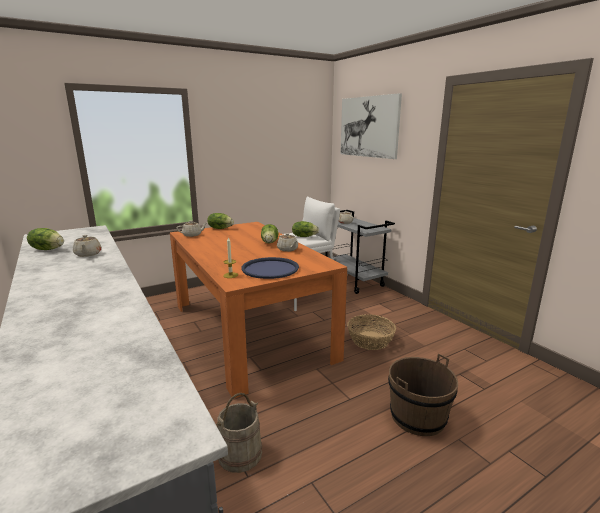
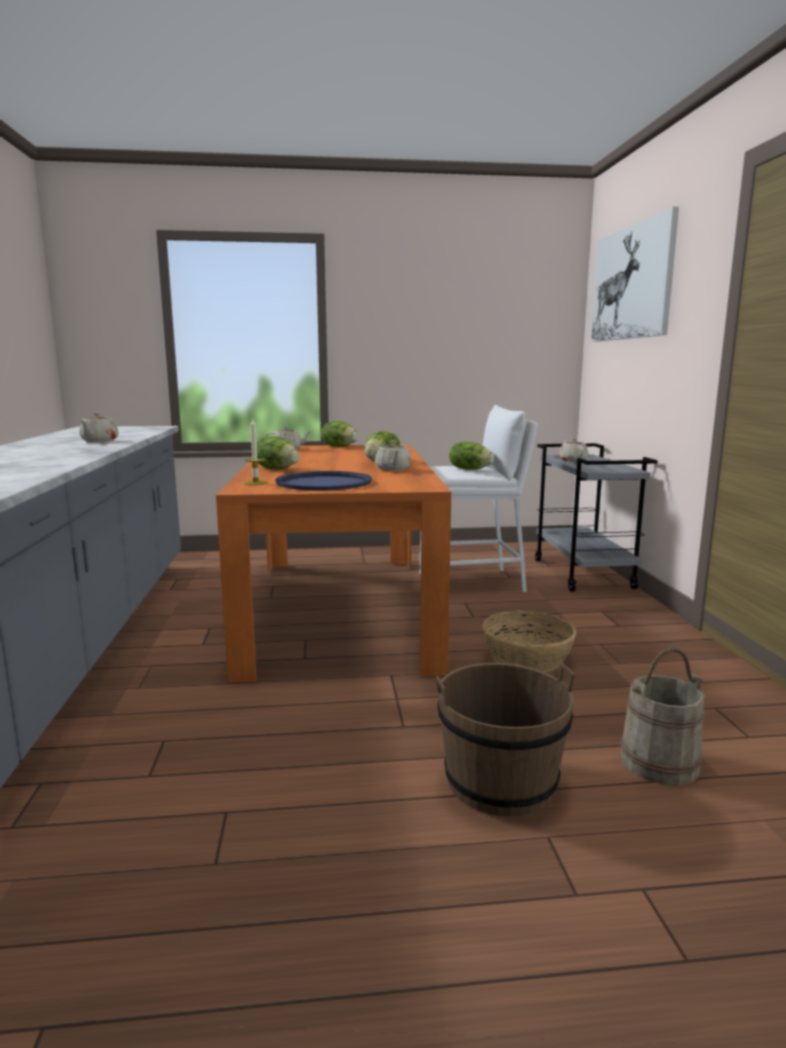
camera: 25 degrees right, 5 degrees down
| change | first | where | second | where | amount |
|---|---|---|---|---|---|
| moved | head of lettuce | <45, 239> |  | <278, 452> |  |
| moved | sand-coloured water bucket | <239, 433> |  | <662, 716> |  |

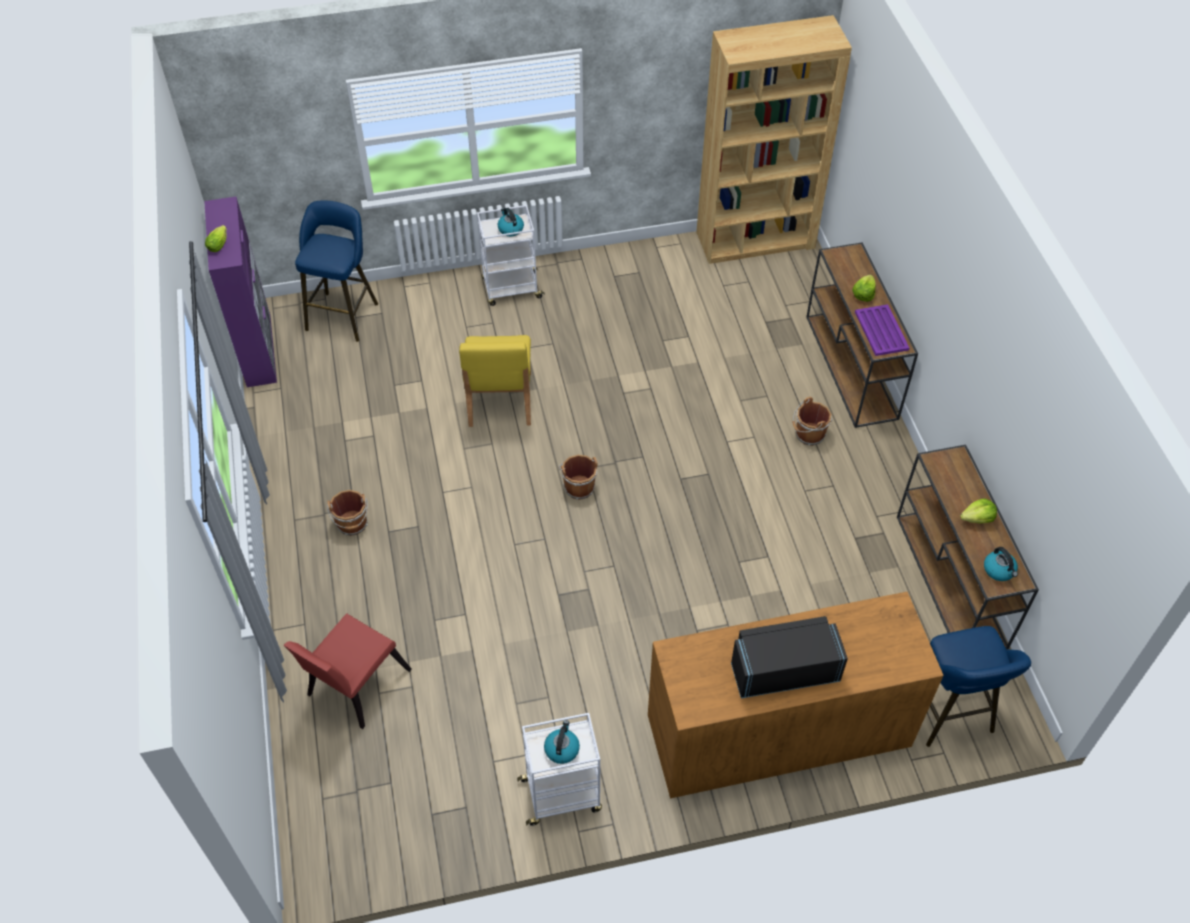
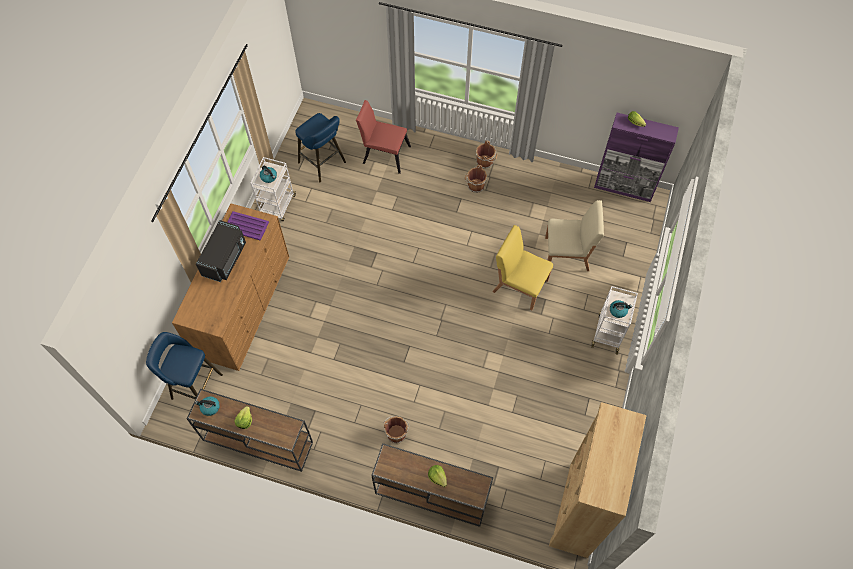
camera: 120 degrees right, 10 degrees up
| change | first | where | second | where | amount |
|---|---|---|---|---|---|
| added |  |  | sand-coloured chair | <574, 235> |  |
| moved | bluish stool seat | <336, 271> |  | <320, 147> |  |
| moved | brown water bucket | <578, 477> |  | <487, 155> |  |
| moved | purple-coloured serving tray | <882, 330> |  | <248, 226> |  |
| turned | reddish chair | <348, 671> |  | <383, 137> | 45 degrees counterclockwise |

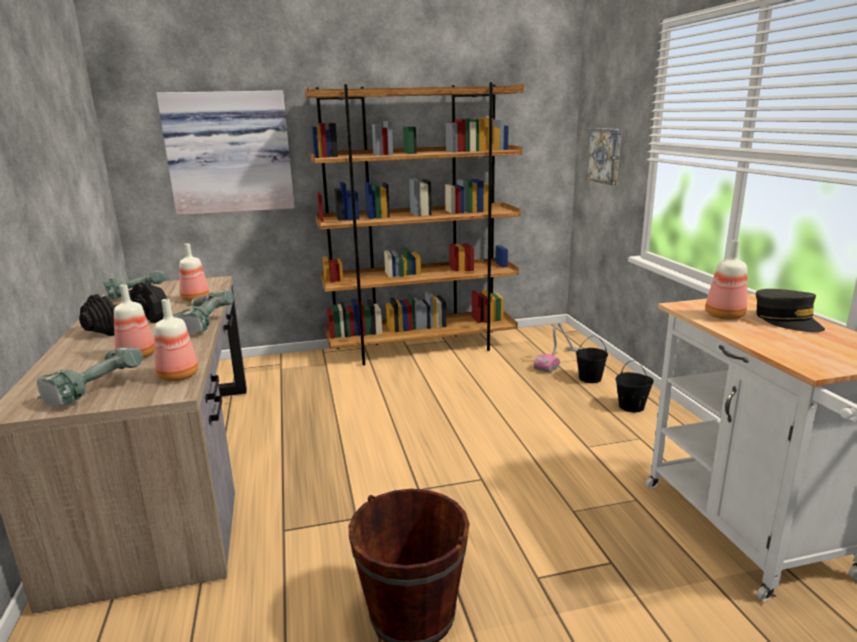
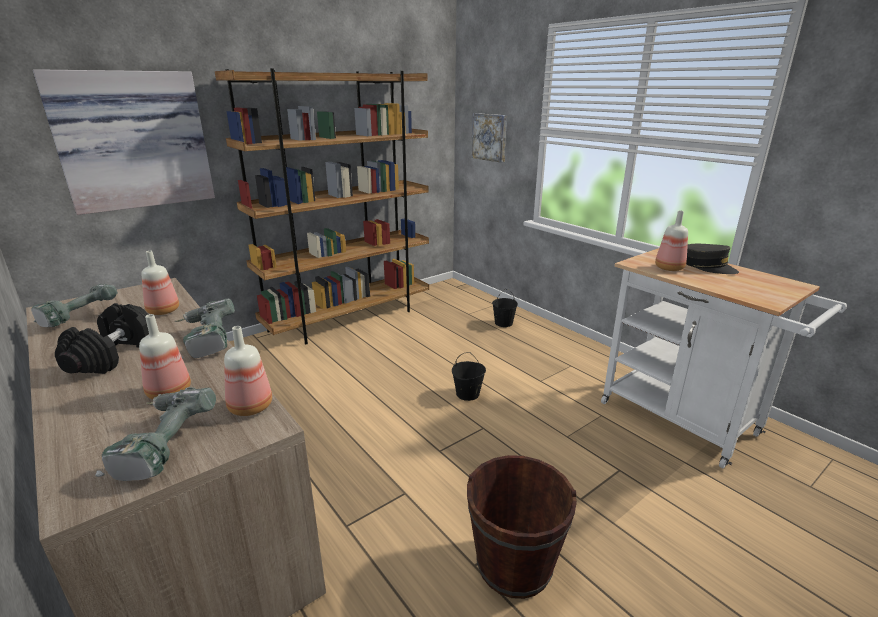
camera: 25 degrees left, 5 degrees up
| change | first | where | second | where | amount |
|---|---|---|---|---|---|
| removed | vacuum | <556, 347> |  |  |  |
| moved | blackish water bucket | <634, 386> |  | <469, 376> |  |

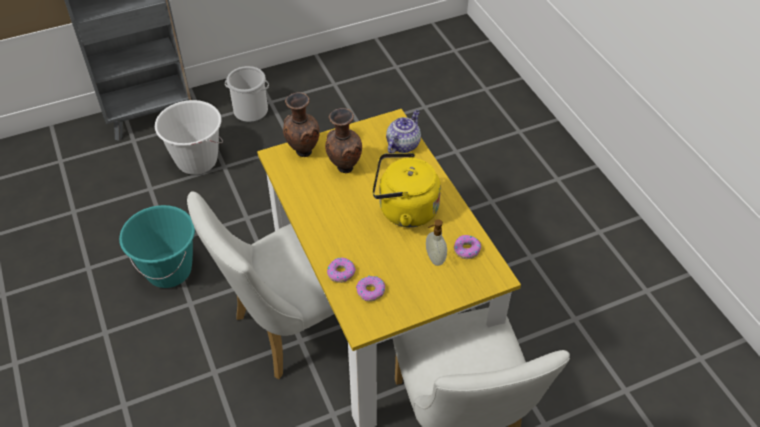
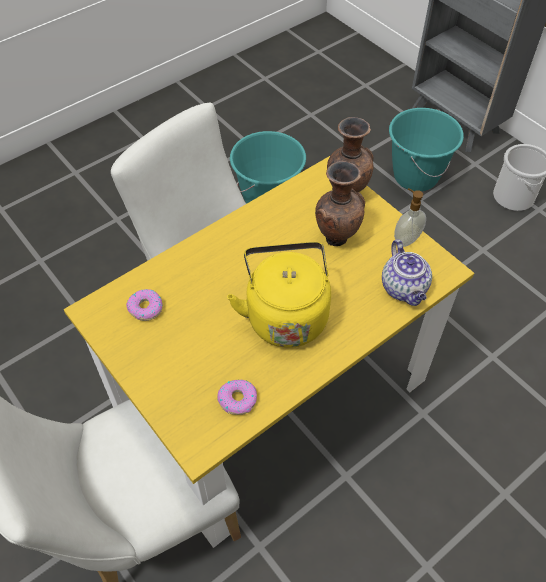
camera: 75 degrees right, 5 degrees up
| change | first | where | second | where | amount |
|---|---|---|---|---|---|
| removed | donut | <341, 270> |  |  |  |
| moved | soap dispenser | <436, 242> |  | <410, 217> |  |
| recoloured | whitish water bucket | <189, 137> | turquoise water bucket | <426, 149> |  |
| turned | tea pot | <403, 131> |  | <407, 272> | 60 degrees clockwise |

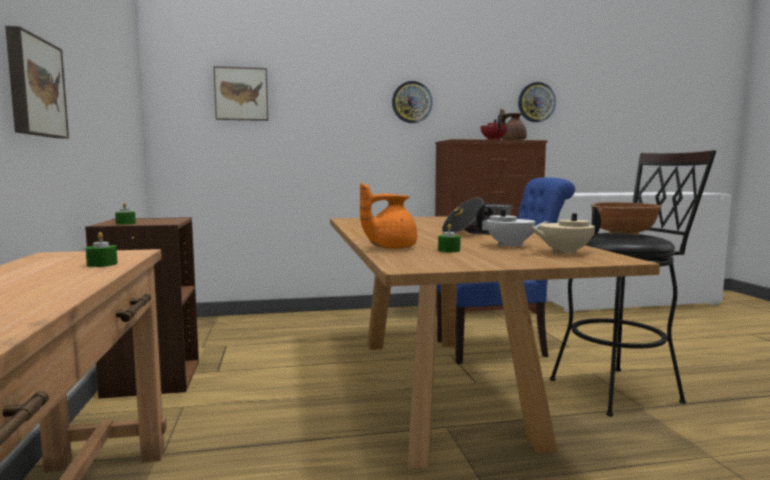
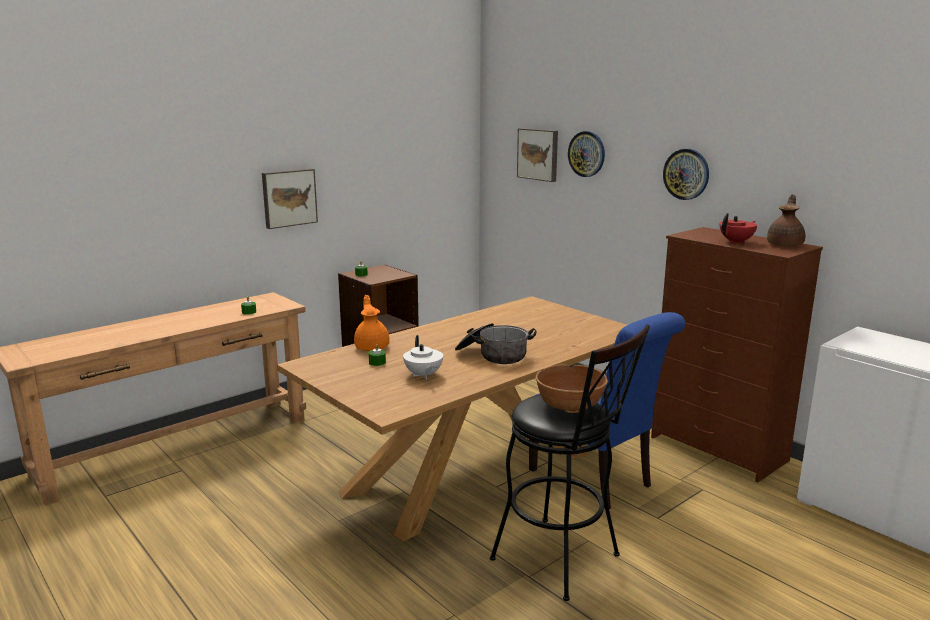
camera: 60 degrees right, 10 degrees up
| change | first | where | second | where | amount |
|---|---|---|---|---|---|
| removed | sand-coloured tea pot | <564, 230> |  |  |  |
| moved | wall clock | <537, 102> |  | <586, 154> |  |
| turned | orange-coloured tea pot | <388, 216> |  | <372, 323> | 45 degrees clockwise |

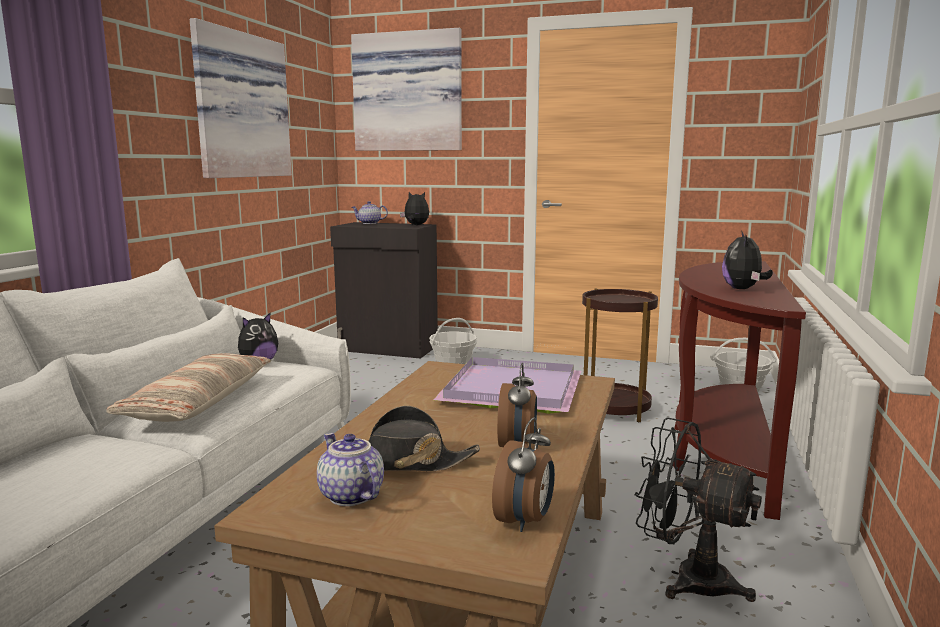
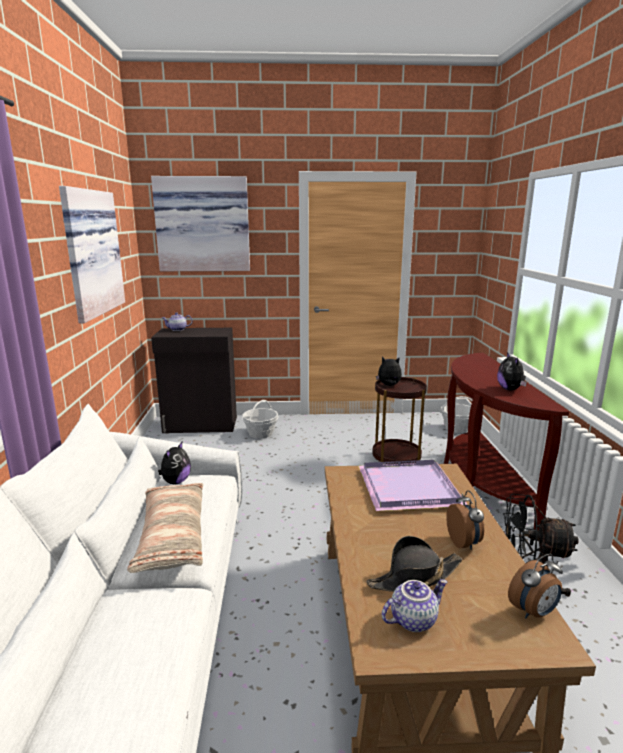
camera: 20 degrees left, 5 degrees up
| change | first | where | second | where | amount |
|---|---|---|---|---|---|
| moved | cuddly toy | <414, 208> |  | <389, 371> |  |
| turned | tea pot | <350, 469> |  | <415, 605> | 120 degrees clockwise |
| turned | bedside clock | <523, 474> |  | <535, 586> | 60 degrees clockwise |

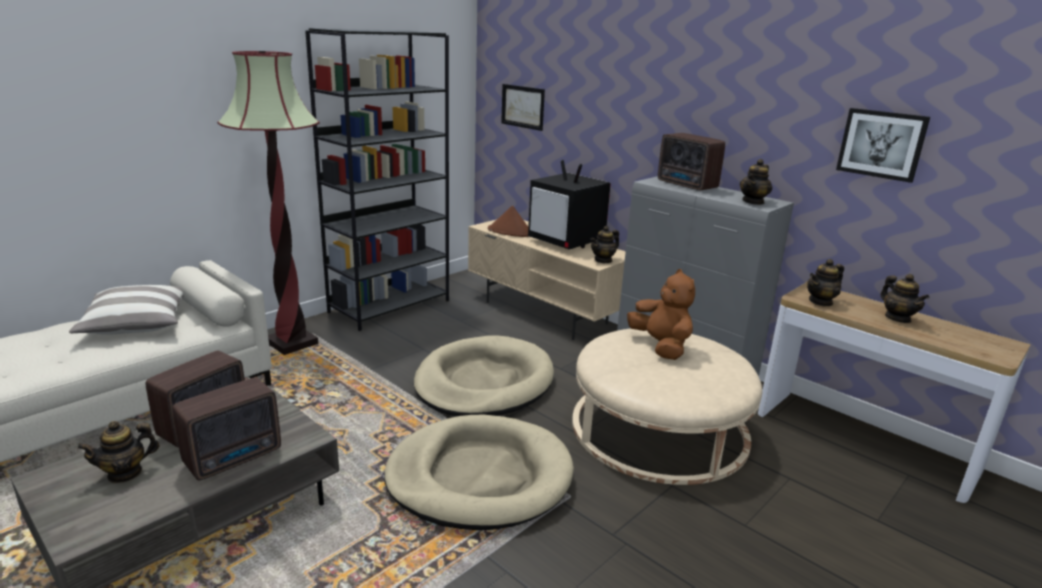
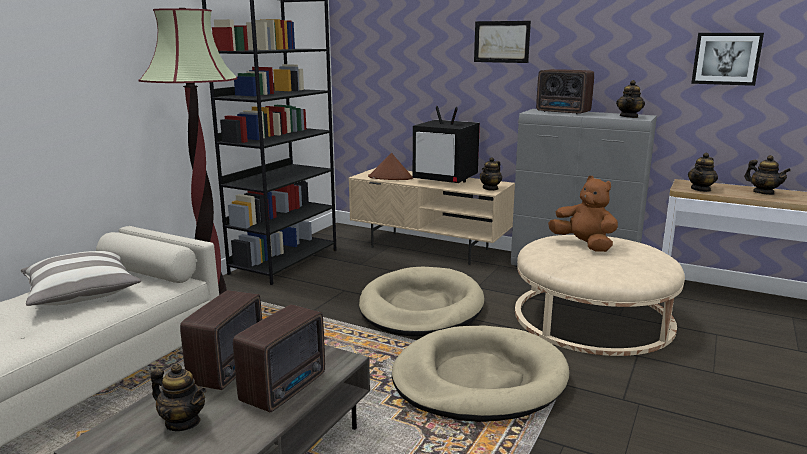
camera: 15 degrees left, 5 degrees down
| change | first | where | second | where | amount |
|---|---|---|---|---|---|
| moved | picture | <523, 107> |  | <502, 42> |  |
| turned | tea pot | <118, 452> |  | <178, 397> | 105 degrees counterclockwise |

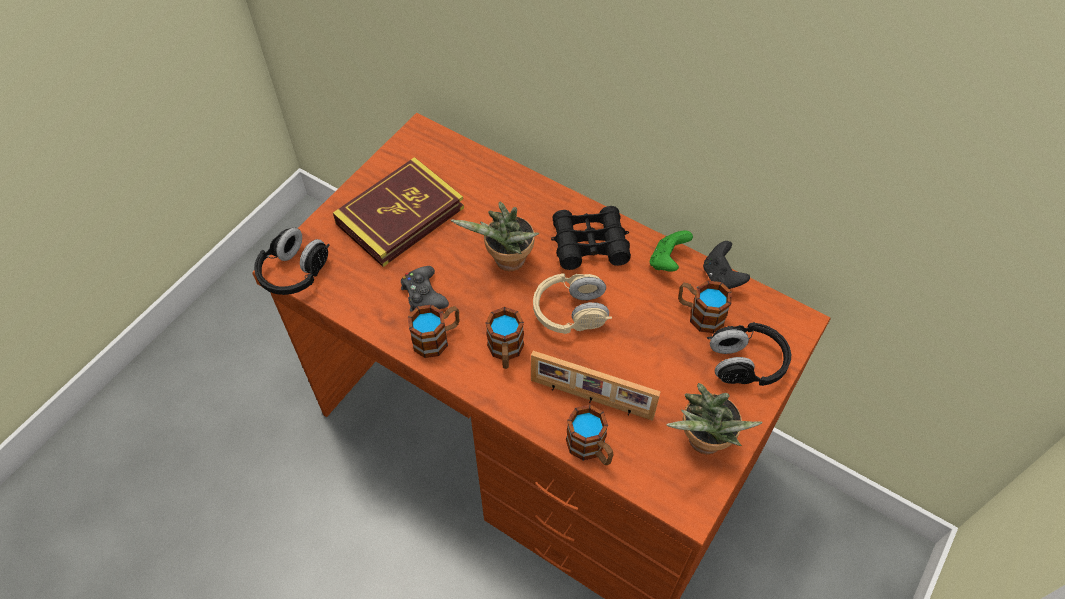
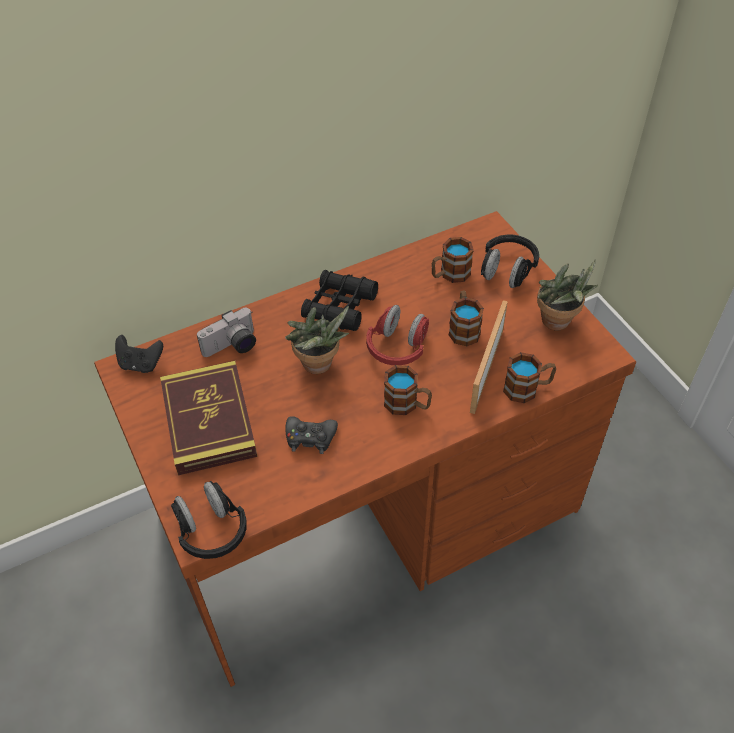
camera: 60 degrees left, 5 degrees down
| change | first | where | second | where | amount |
|---|---|---|---|---|---|
| removed | green game controller | <671, 251> |  |  |  |
| added |  |  | photo camera | <226, 332> |  |
| moved | coffee mug | <433, 331> |  | <466, 318> |  |
| moved | blackish game controller | <726, 265> |  | <139, 354> |  |
| recoloured | sand-coloured pair of headphones | <572, 303> | reddish pair of headphones | <397, 335> |  |
| turned | picture frame | <596, 386> |  | <489, 357> | 150 degrees clockwise |

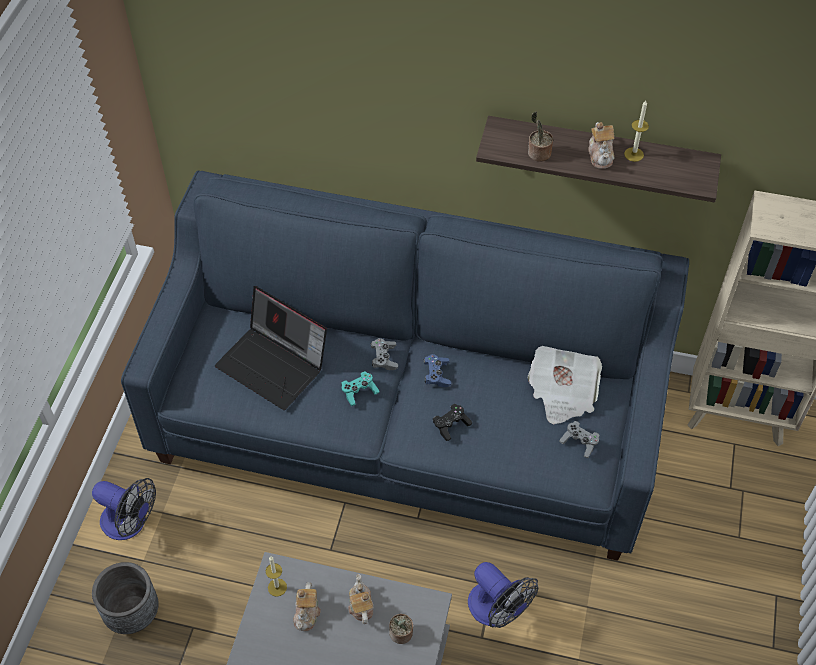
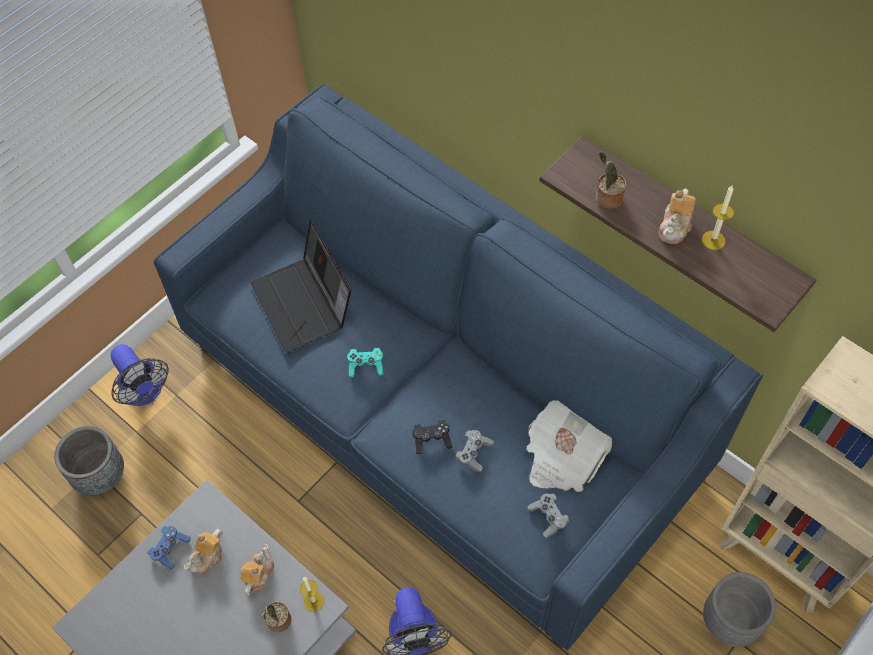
camera: 30 degrees right, 5 degrees up
| change | first | where | second | where | amount |
|---|---|---|---|---|---|
| added |  |  | greyish flower pot | <739, 609> |  |
| moved | wax light | <276, 577> |  | <312, 594> |  |
| moved | greyish game controller | <384, 354> |  | <474, 451> |  |
| moved | bluish game controller | <437, 370> |  | <169, 547> |  |

